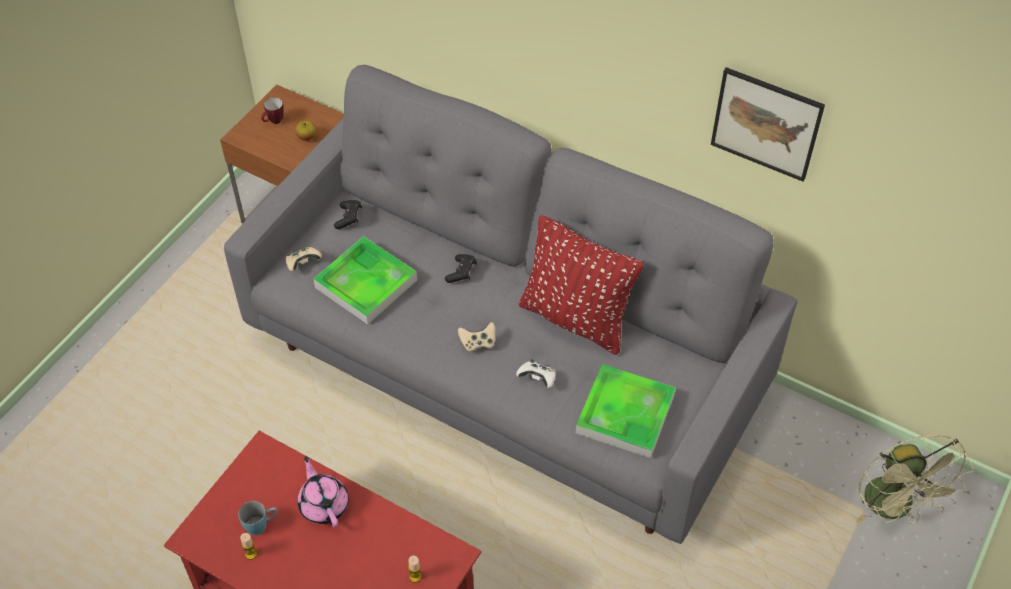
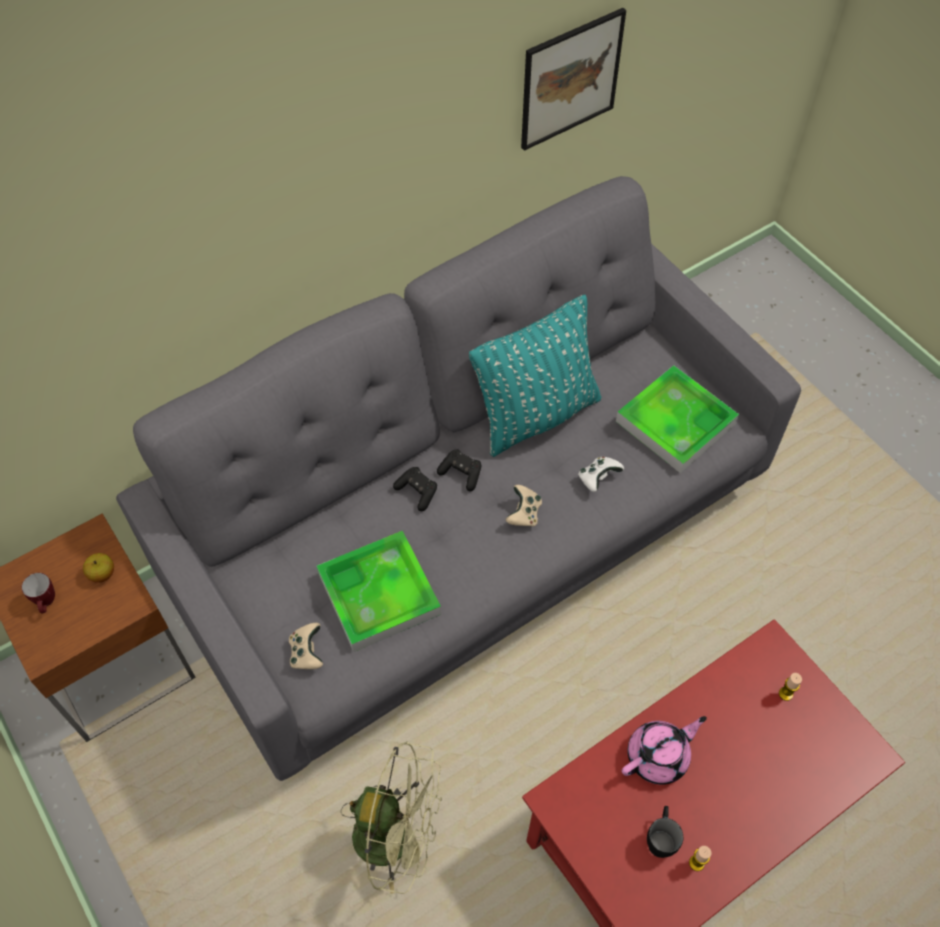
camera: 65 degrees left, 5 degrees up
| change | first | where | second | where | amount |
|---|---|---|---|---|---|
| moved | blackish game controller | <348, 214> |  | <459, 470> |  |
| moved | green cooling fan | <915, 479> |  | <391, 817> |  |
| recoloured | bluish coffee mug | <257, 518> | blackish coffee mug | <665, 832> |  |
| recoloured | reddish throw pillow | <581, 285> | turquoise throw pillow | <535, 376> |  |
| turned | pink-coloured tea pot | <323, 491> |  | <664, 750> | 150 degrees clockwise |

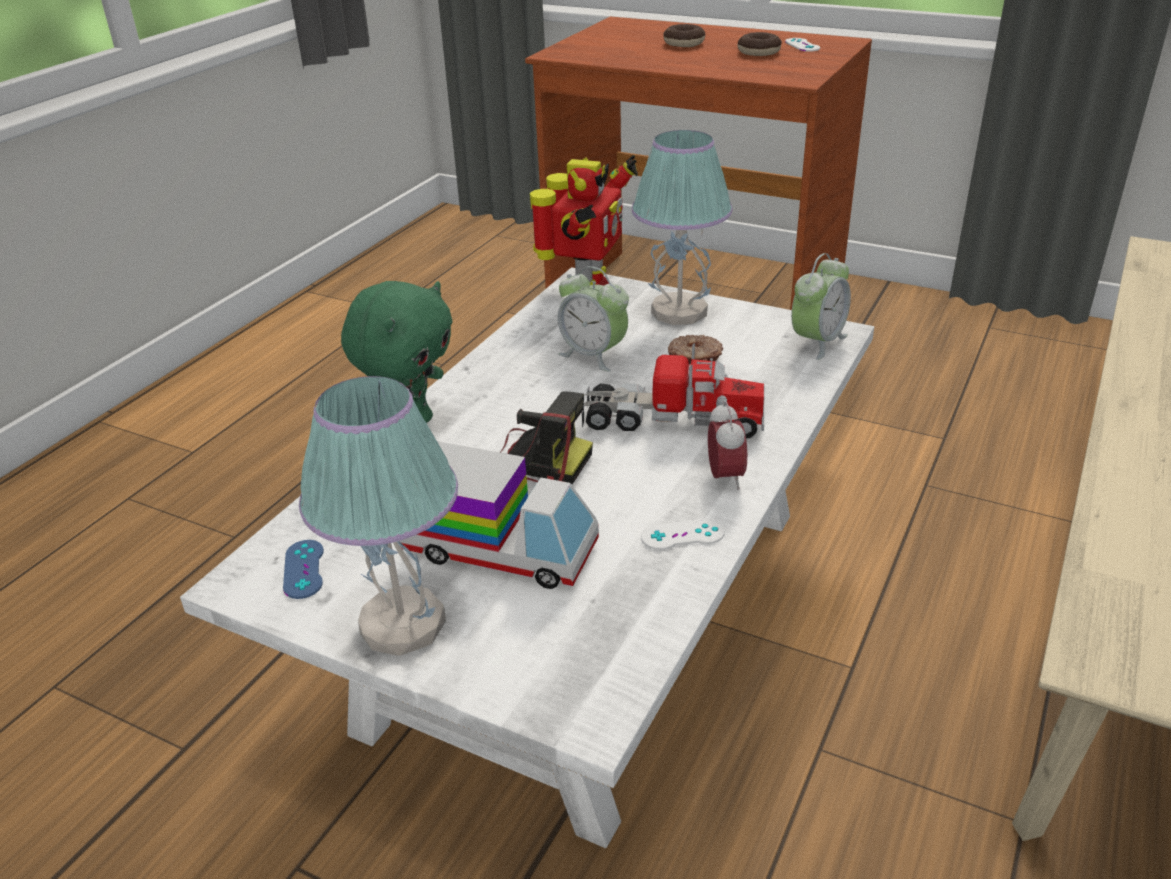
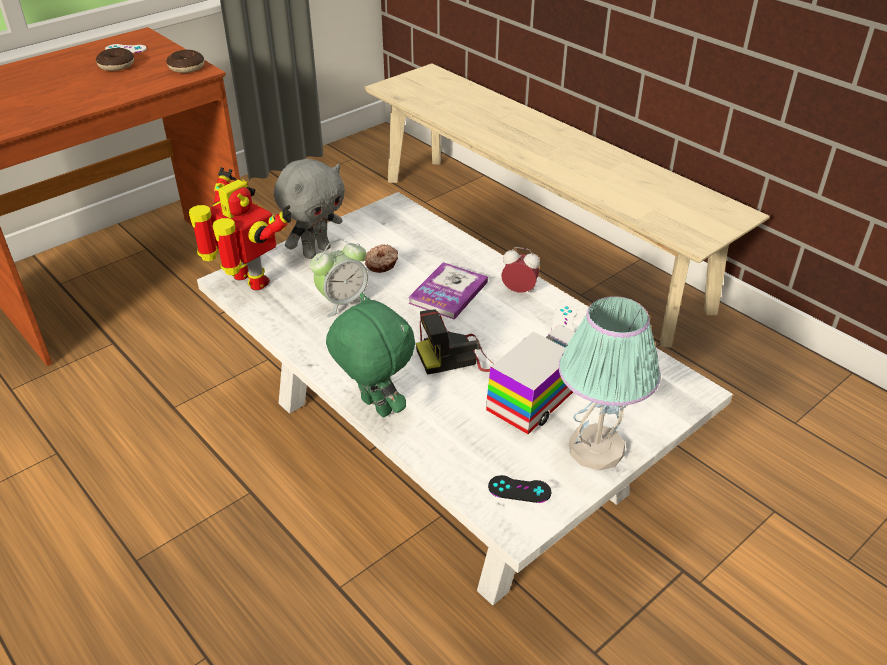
camera: 70 degrees left, 5 degrees up
| change | first | where | second | where | amount |
|---|---|---|---|---|---|
| removed | bedside clock | <821, 306> |  |  |  |
| moved | donut | <684, 35> |  | <185, 61> |  |
| replaced | model truck | <673, 390> | bound book | <448, 291> |  |
| replaced | table lamp | <681, 227> | greyish cuddly toy | <309, 209> |  |
| recoloured | bluish game controller | <303, 569> | blackish game controller | <519, 489> |  |
| turned | photo camera | <546, 437> |  | <454, 342> | 150 degrees counterclockwise |

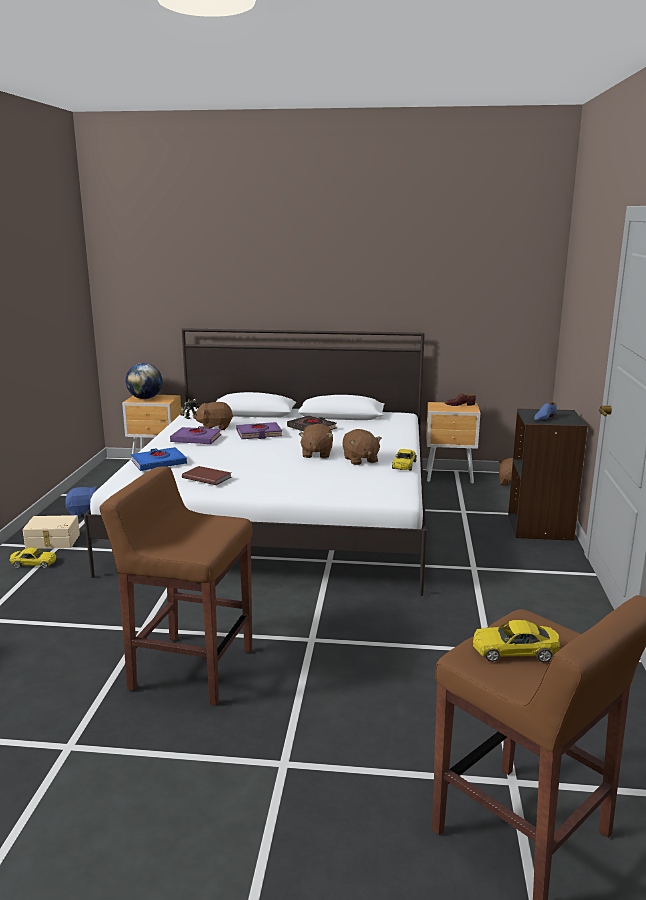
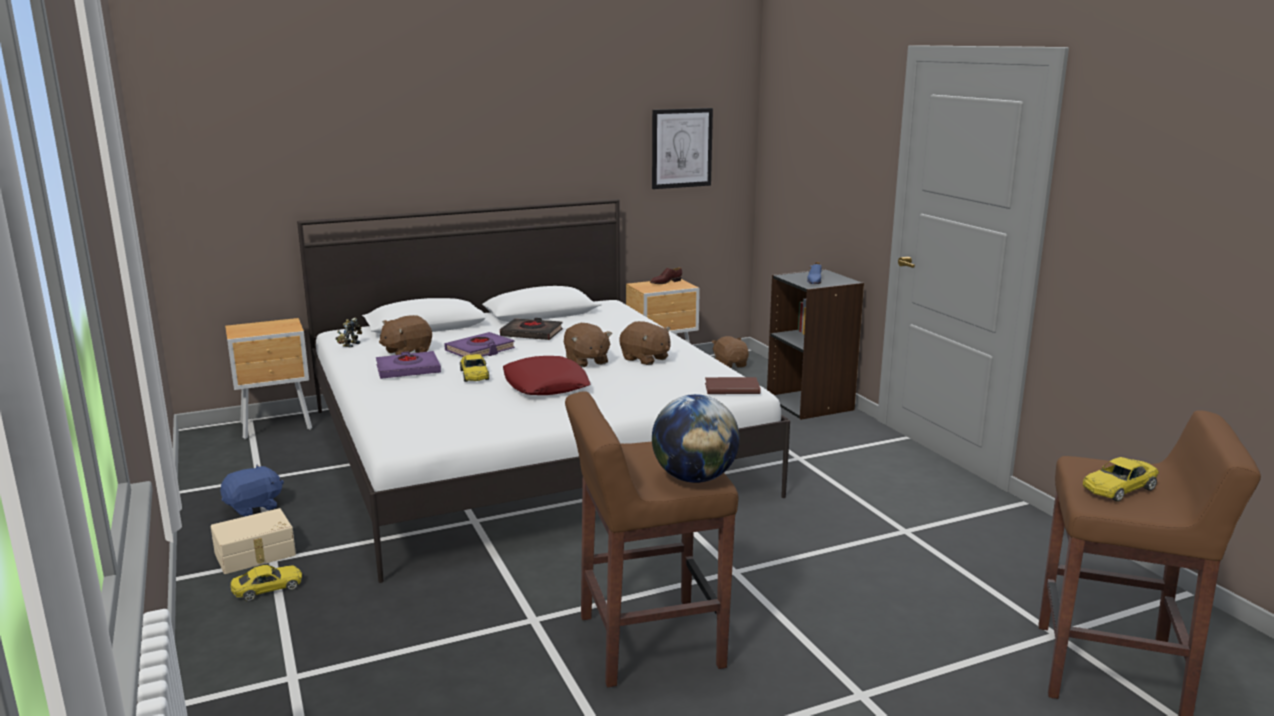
camera: 30 degrees left, 0 degrees up
| change | first | where | second | where | amount |
|---|---|---|---|---|---|
| removed | bluish bound book | <159, 459> |  |  |  |
| added |  |  | reddish throw pillow | <547, 375> |  |
| added |  |  | picture | <682, 148> |  |
| moved | desk globe | <144, 381> |  | <696, 438> |  |
| moved | brown bound book | <206, 475> |  | <733, 385> |  |
| moved | yellow miniature car | <404, 459> |  | <474, 368> |  |

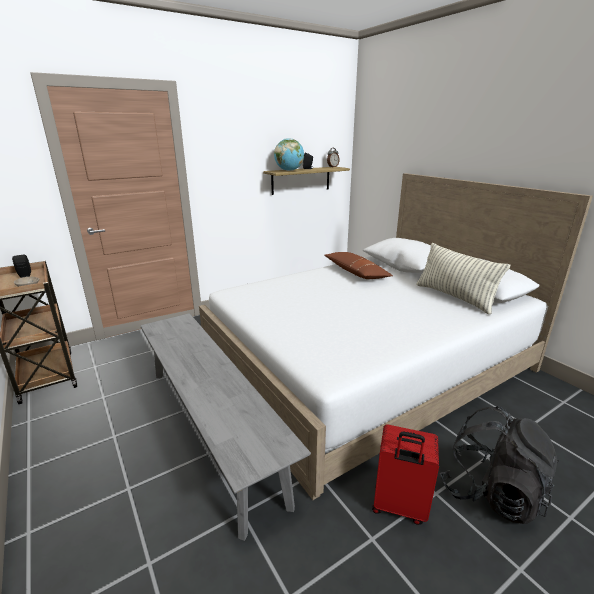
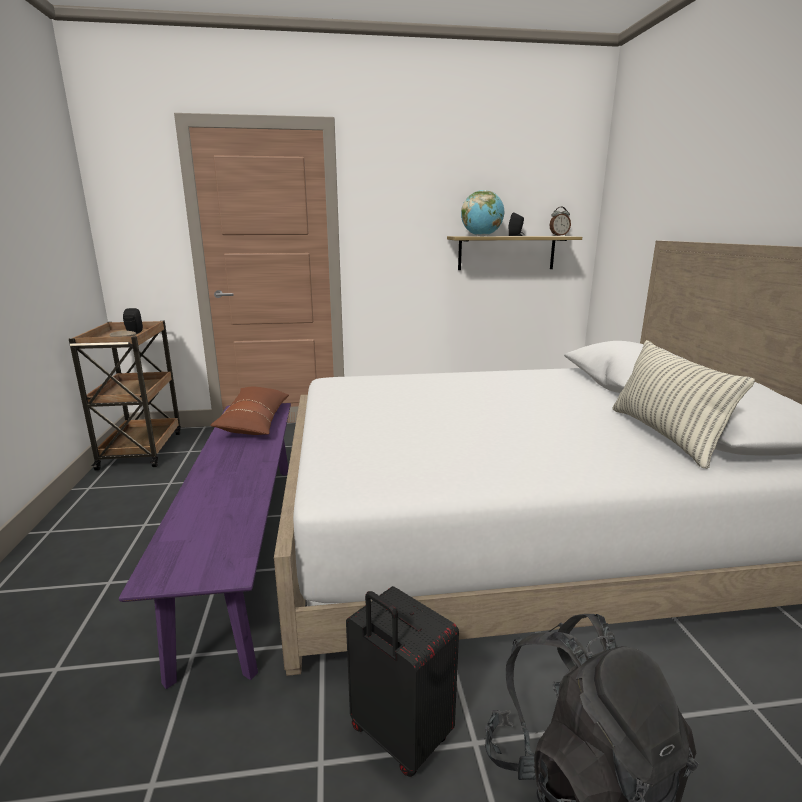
camera: 25 degrees right, 5 degrees down
| change | first | where | second | where | amount |
|---|---|---|---|---|---|
| moved | brown throw pillow | <358, 265> |  | <249, 410> |  |
| recoloured | greyish indoor bench | <225, 427> | purple-coloured indoor bench | <205, 546> |  |
| recoloured | reddish suitcase | <405, 475> | blackish suitcase | <402, 681> |  |

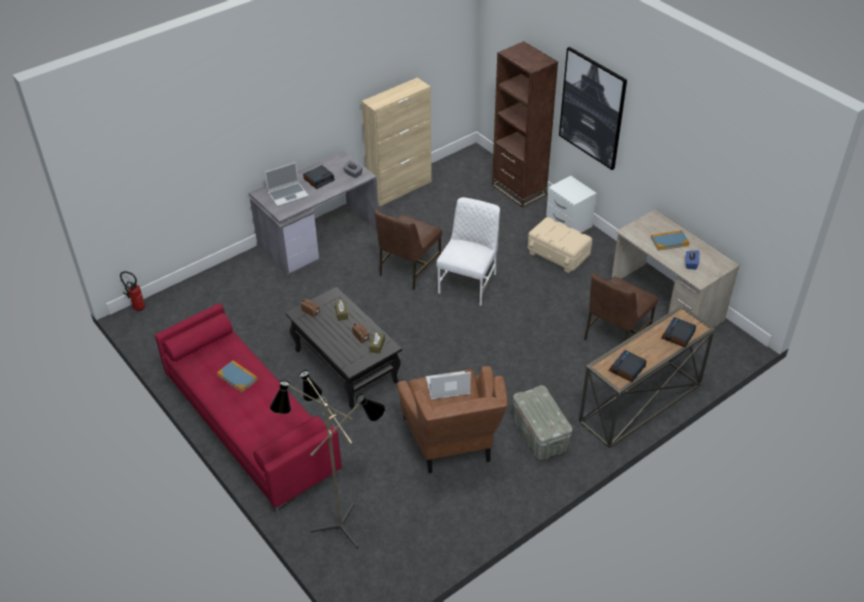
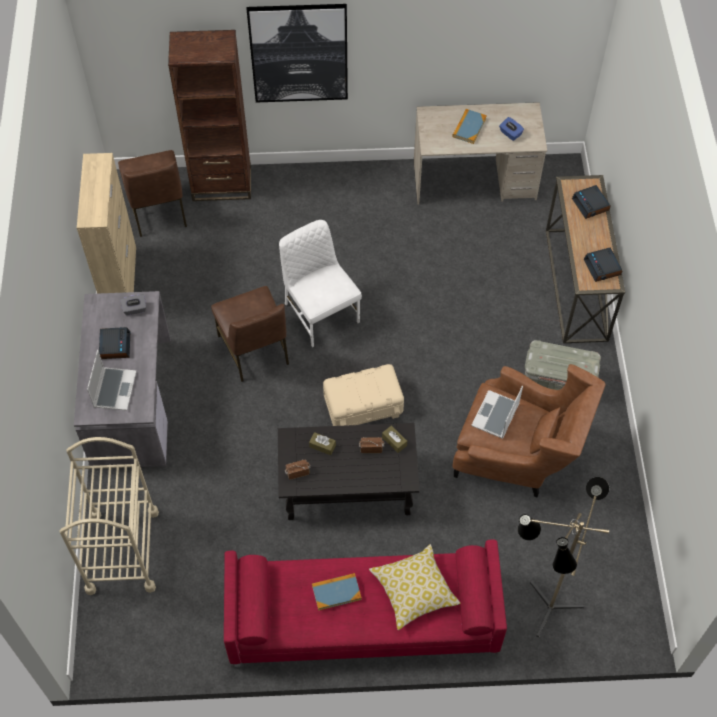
camera: 55 degrees left, 15 degrees up
| change | first | where | second | where | amount |
|---|---|---|---|---|---|
| removed | fire-fighting cylinder | <132, 291> |  |  |  |
| removed | whitish bedside table | <571, 204> |  |  |  |
| added |  |  | sand-coloured trolley | <109, 516> |  |
| added |  |  | throw pillow | <414, 587> |  |
| moved | sand-coloured storage container | <560, 245> |  | <363, 395> |  |
| moved | brown chair | <621, 307> |  | <152, 193> |  |

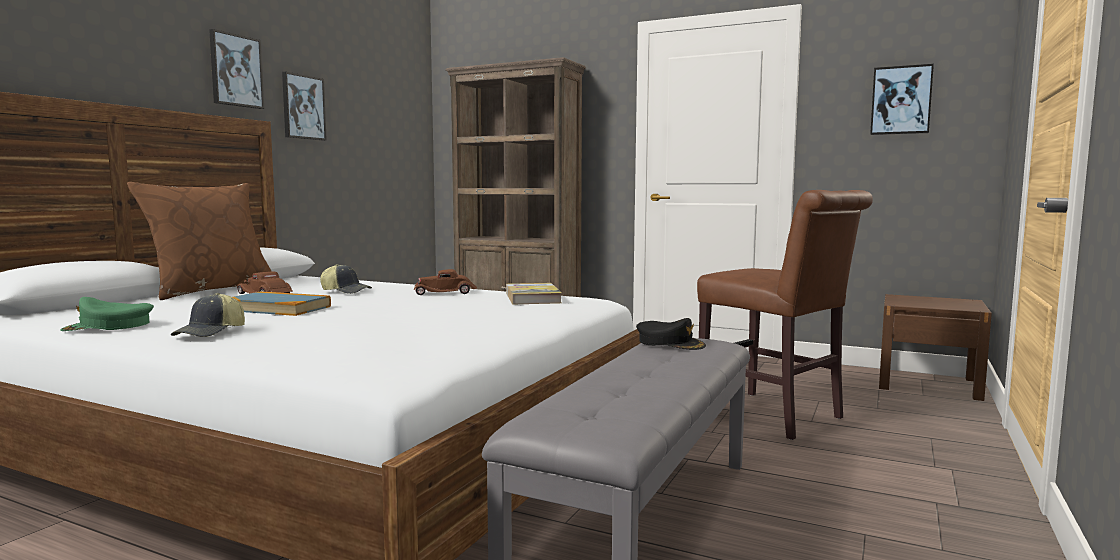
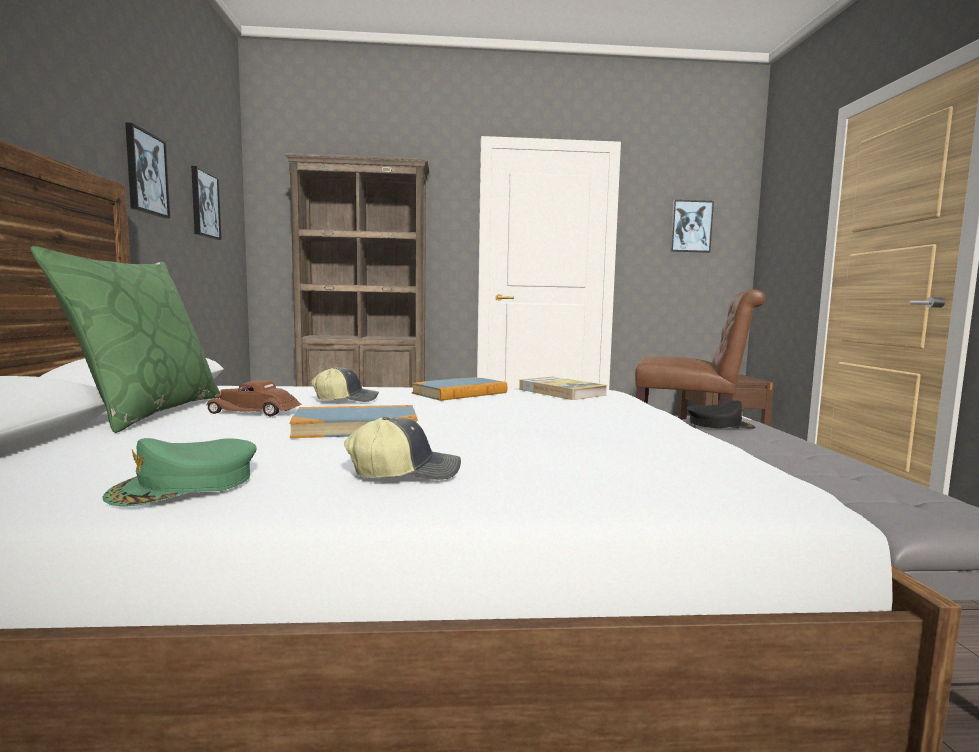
camera: 30 degrees left, 0 degrees up
| change | first | where | second | where | amount |
|---|---|---|---|---|---|
| moved | picture | <236, 69> |  | <206, 203> |  |
| replaced | brown miniature car | <445, 282> | bound book | <459, 389> |  |
| recoloured | brown throw pillow | <199, 241> | green throw pillow | <125, 339> |  |
| turned | peaked cap | <208, 315> |  | <402, 448> | 90 degrees counterclockwise |

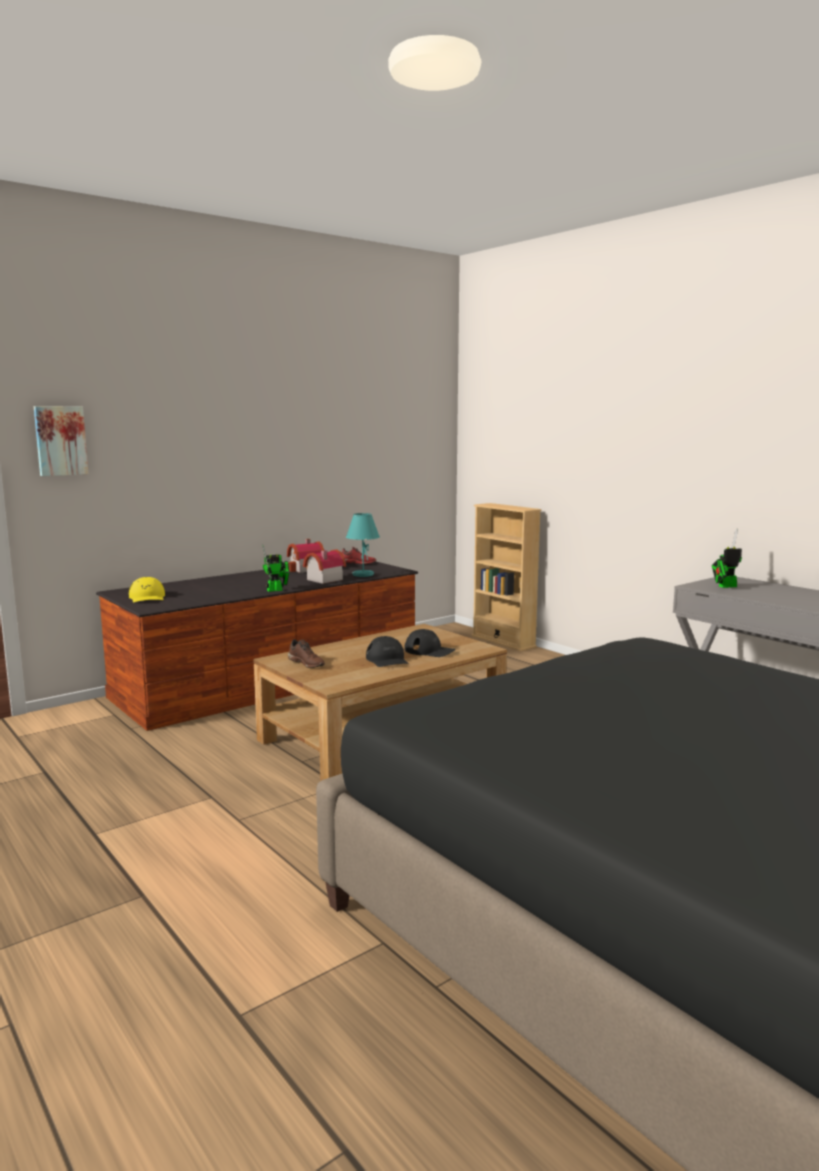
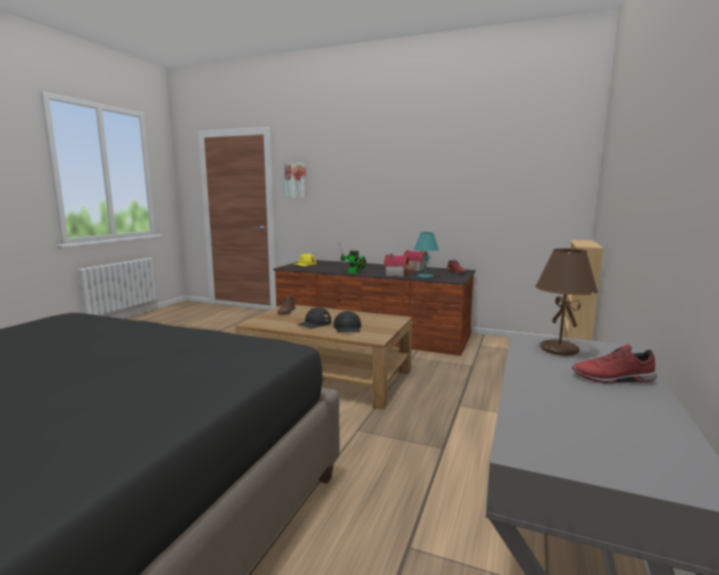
camera: 60 degrees right, 0 degrees up
| change | first | where | second | where | amount |
|---|---|---|---|---|---|
| added |  |  | reddish item of footwear | <614, 364> |  |
| replaced | robot figure | <727, 558> | brown table lamp | <566, 302> |  |

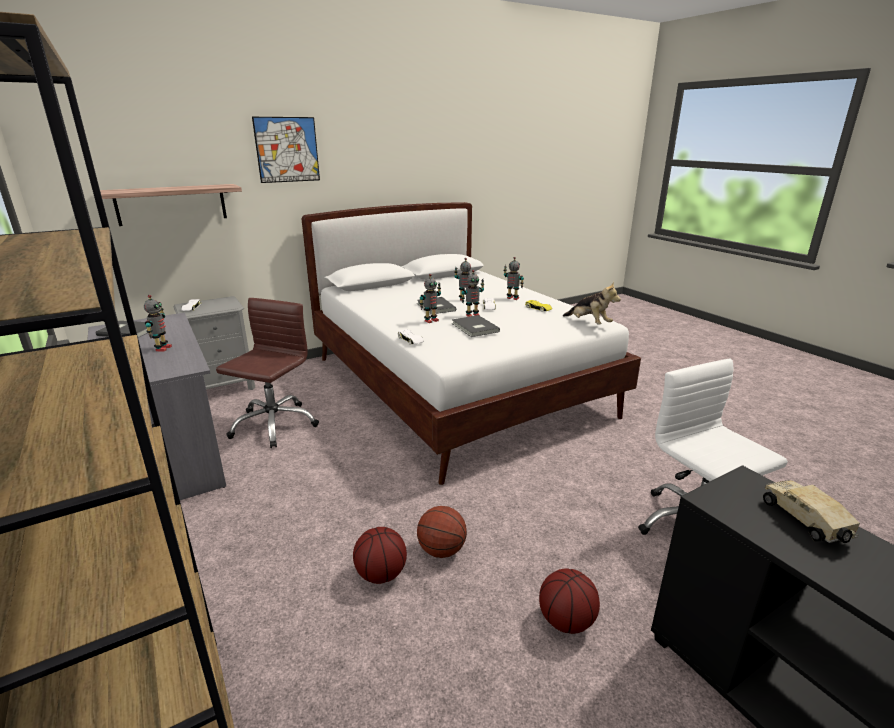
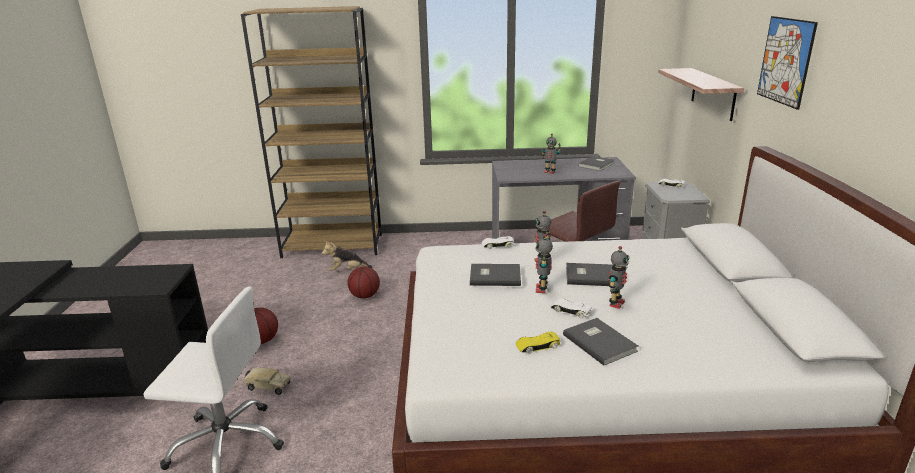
camera: 120 degrees right, 0 degrees up
| change | first | where | second | where | amount |
|---|---|---|---|---|---|
| removed | basketball ball | <442, 532> |  |  |  |
| moved | cuddly toy | <592, 303> |  | <347, 255> |  |
| moved | model truck | <811, 511> |  | <267, 381> |  |
| replaced | robot figure | <513, 278> | greyish bound book | <601, 342> |  |

